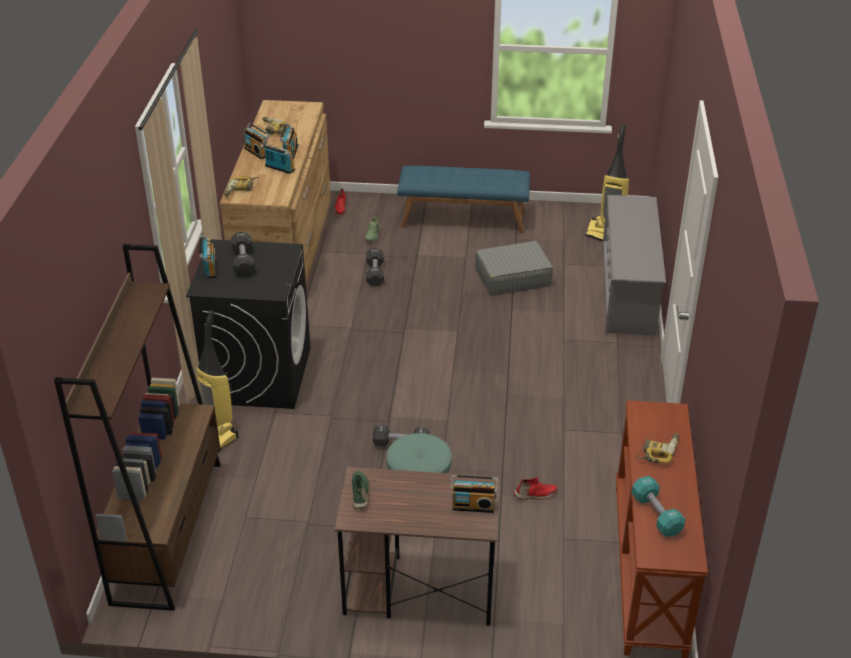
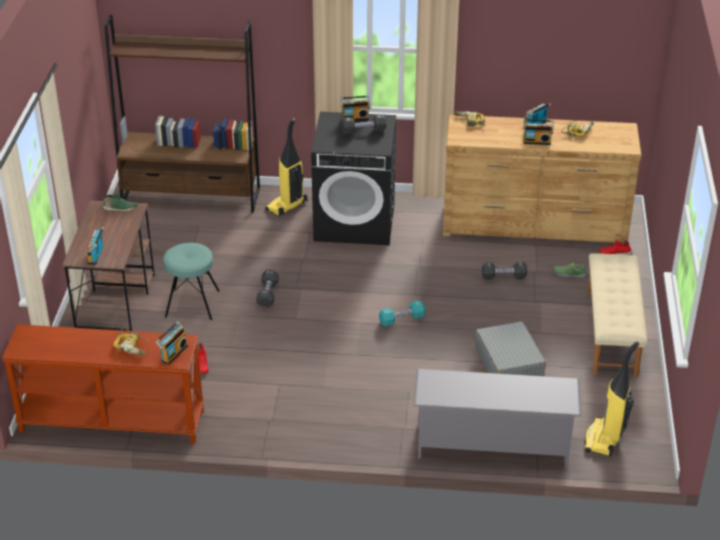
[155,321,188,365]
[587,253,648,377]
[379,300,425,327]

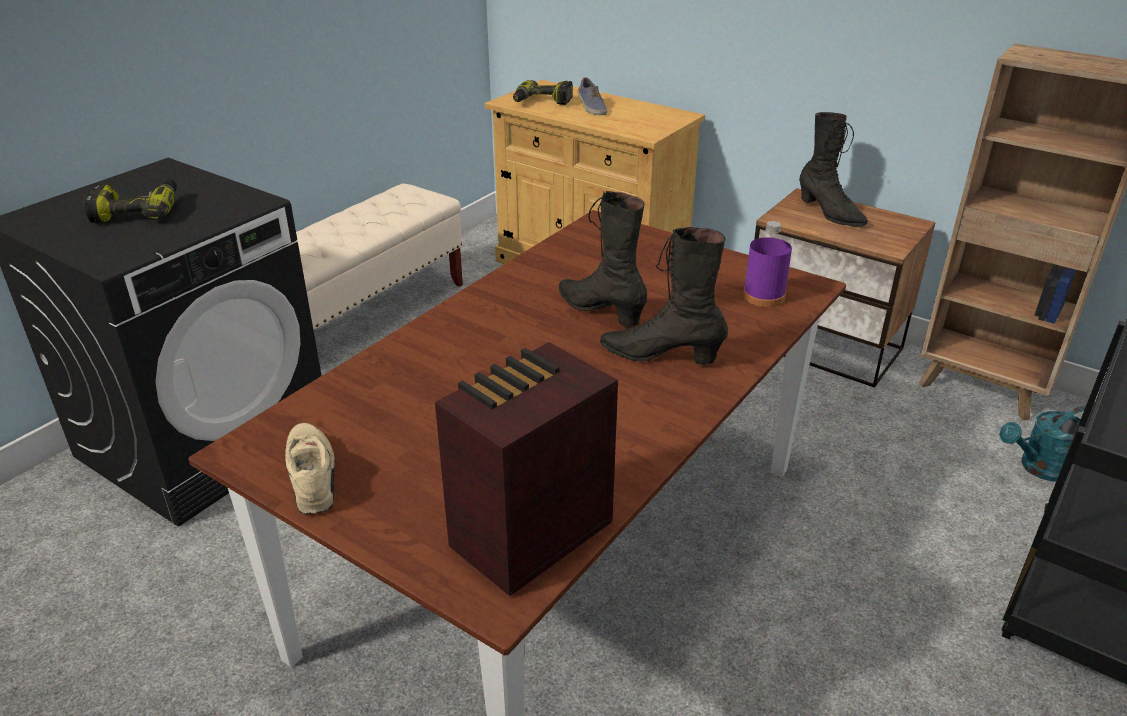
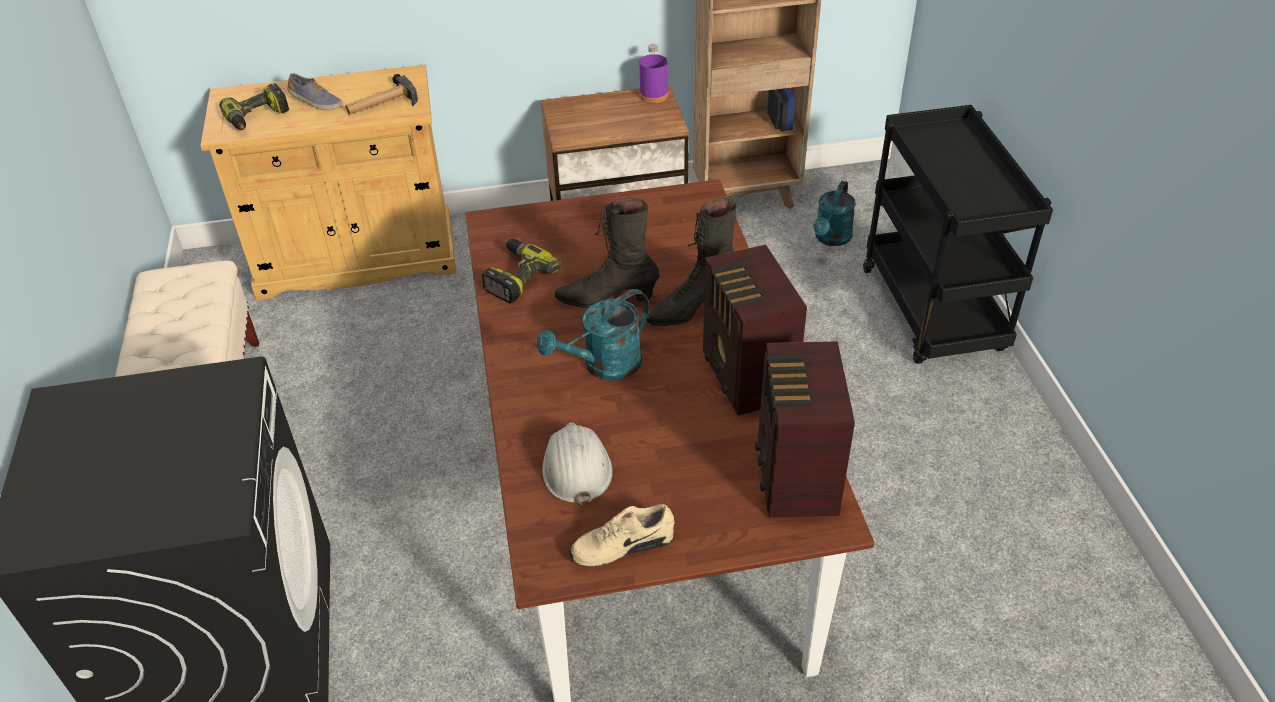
[799,112,868,227] (first image)
[481,239,561,303]
[640,44,668,103]
[569,504,674,567]
[345,74,418,115]
[703,245,807,416]
[537,289,649,381]
[542,423,613,507]

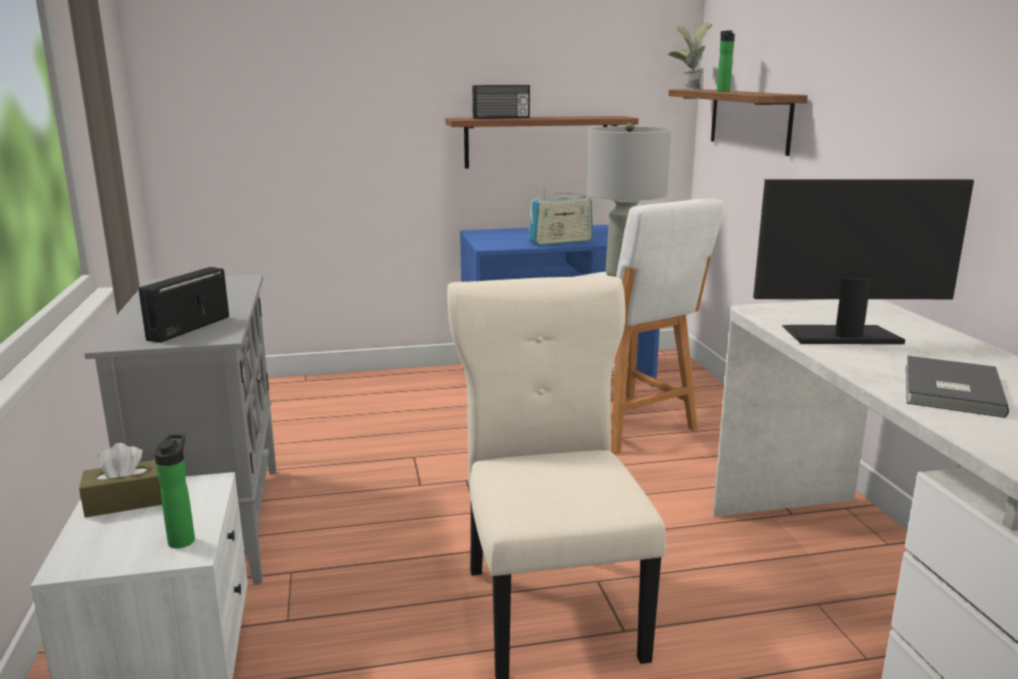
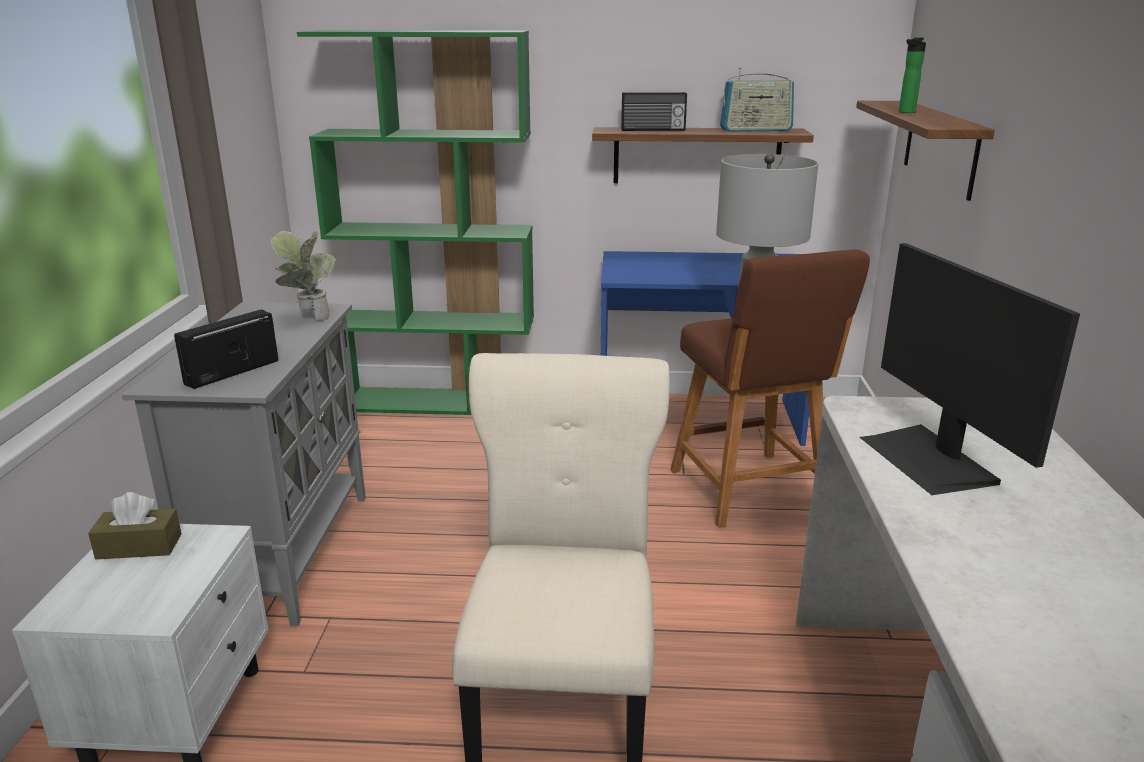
[270,231,336,321]
[859,243,1080,495]
[720,68,794,132]
[670,249,870,528]
[906,356,1009,418] (first image)
[154,434,195,548] (first image)
[297,30,534,415]

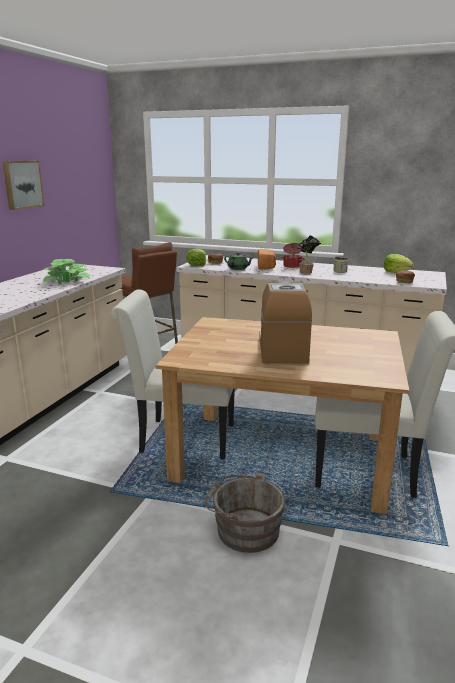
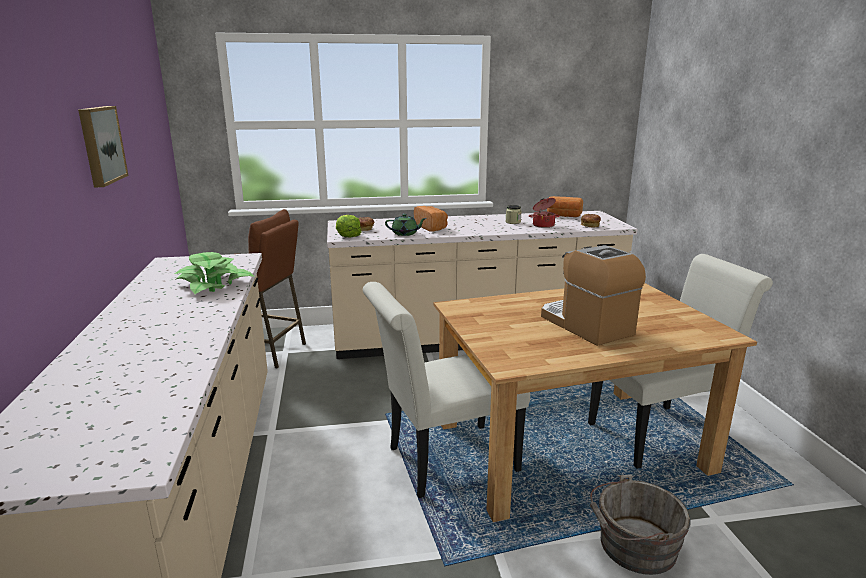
[295,236,321,274] (first image)
[529,198,560,228]
[547,196,583,217]

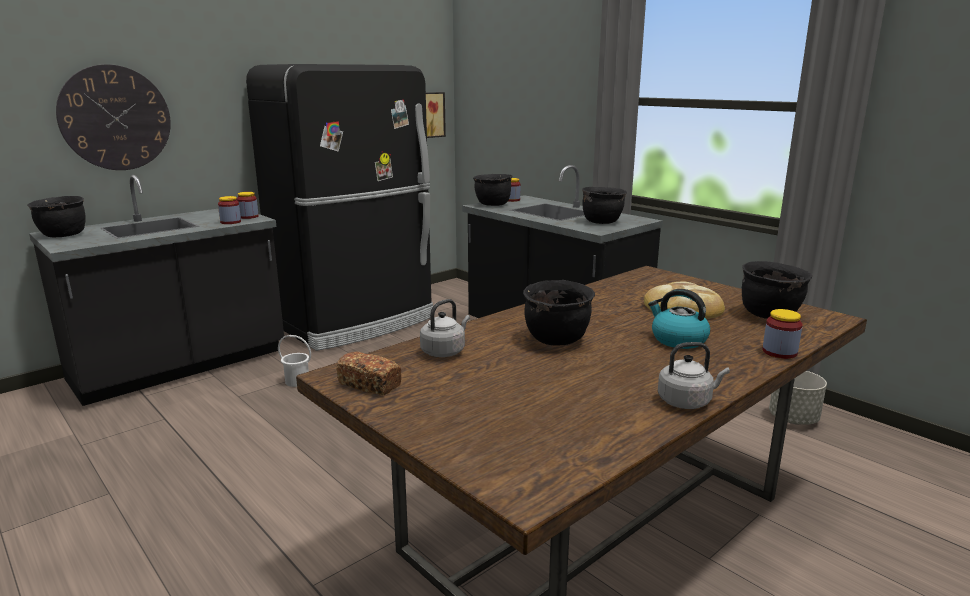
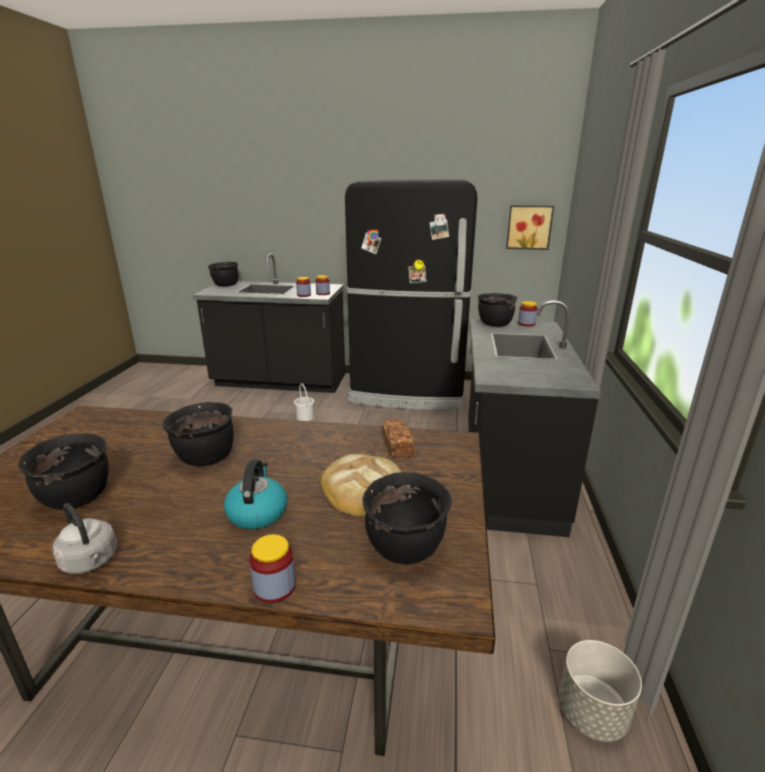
[56,64,171,170] (first image)
[18,433,109,510]
[420,299,470,357] (first image)
[382,419,415,459]

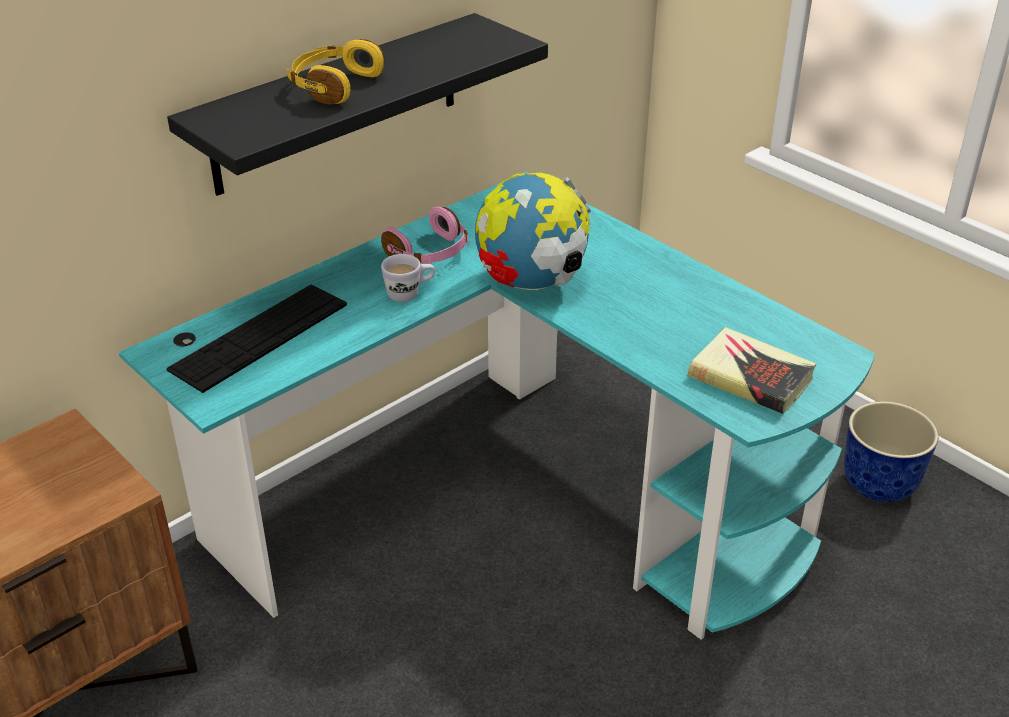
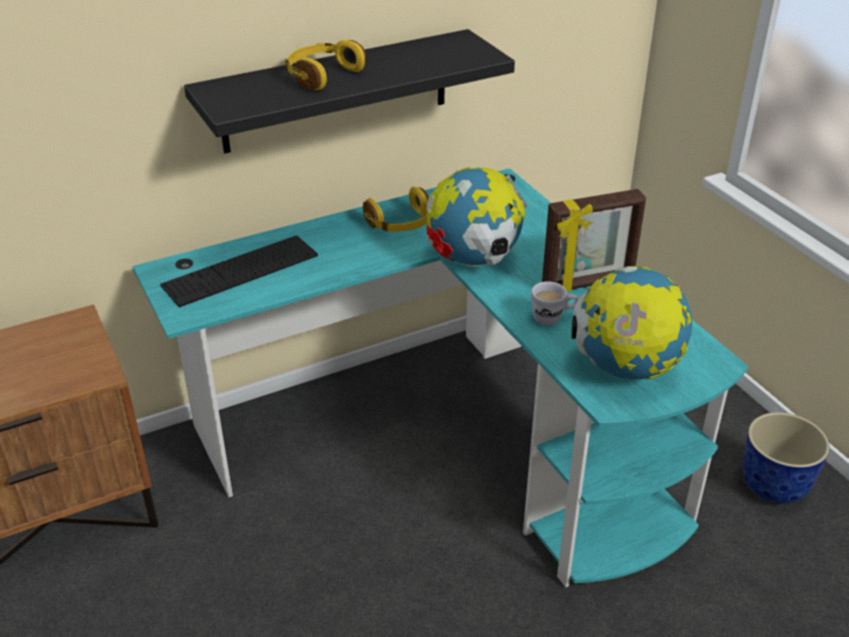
[363,187,429,232]
[531,282,579,325]
[572,266,692,380]
[542,189,646,292]

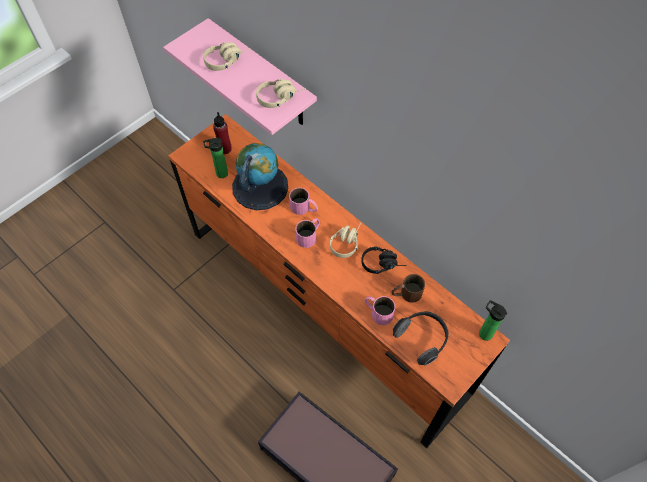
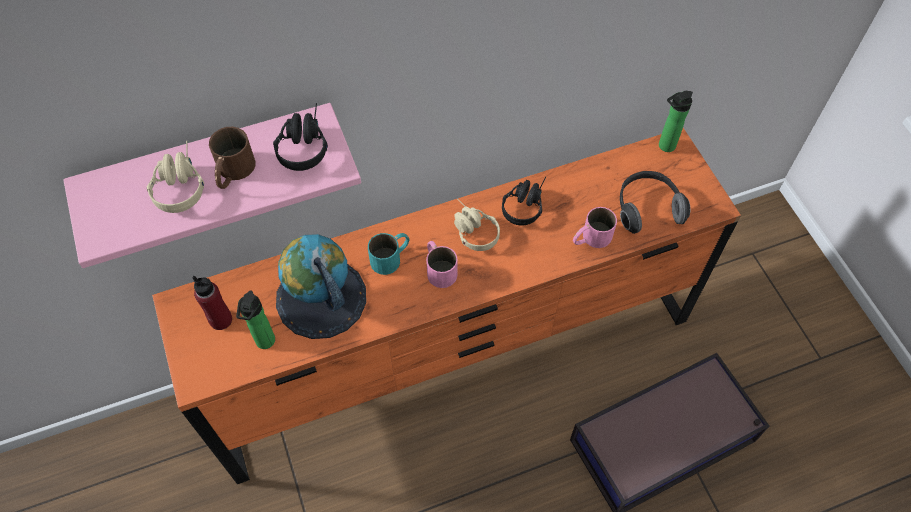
[273,103,328,171]
[368,233,409,275]
[209,127,256,189]

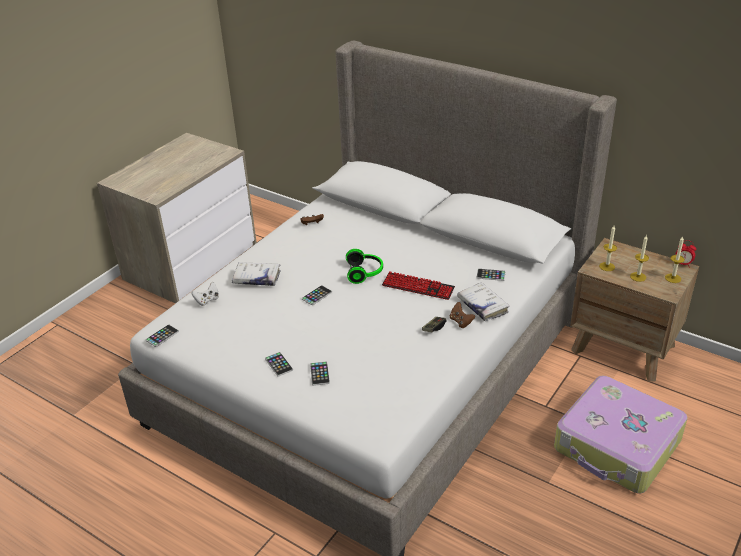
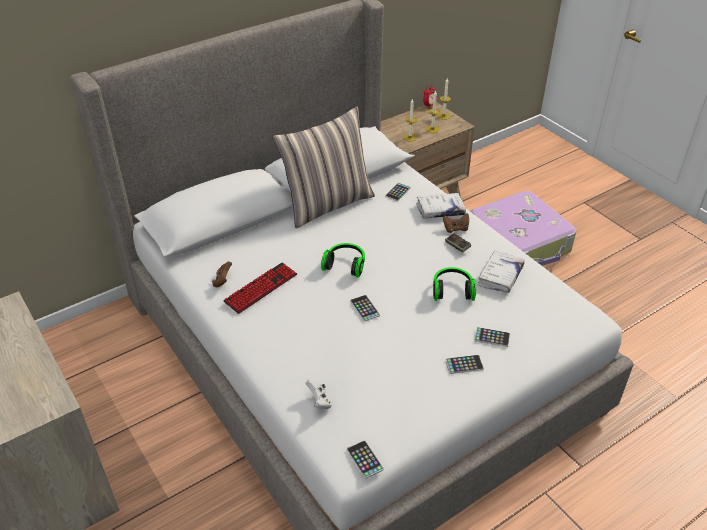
[478,251,525,293]
[223,262,297,314]
[273,107,375,228]
[433,267,476,301]

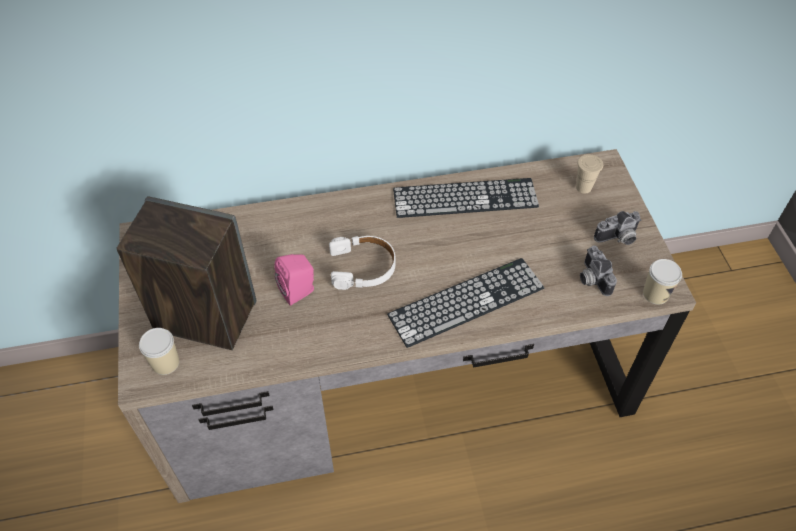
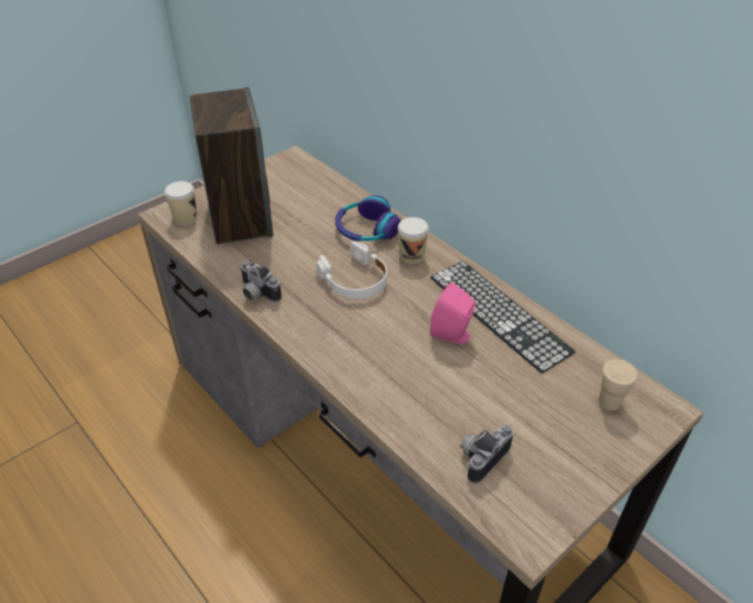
[240,260,282,302]
[430,282,476,345]
[387,258,544,348] (first image)
[398,217,429,264]
[335,195,401,241]

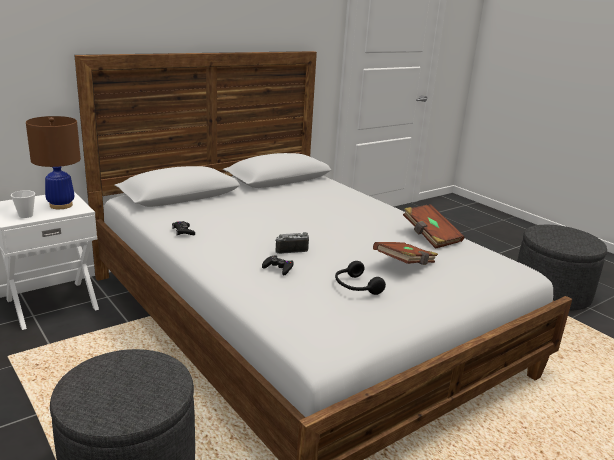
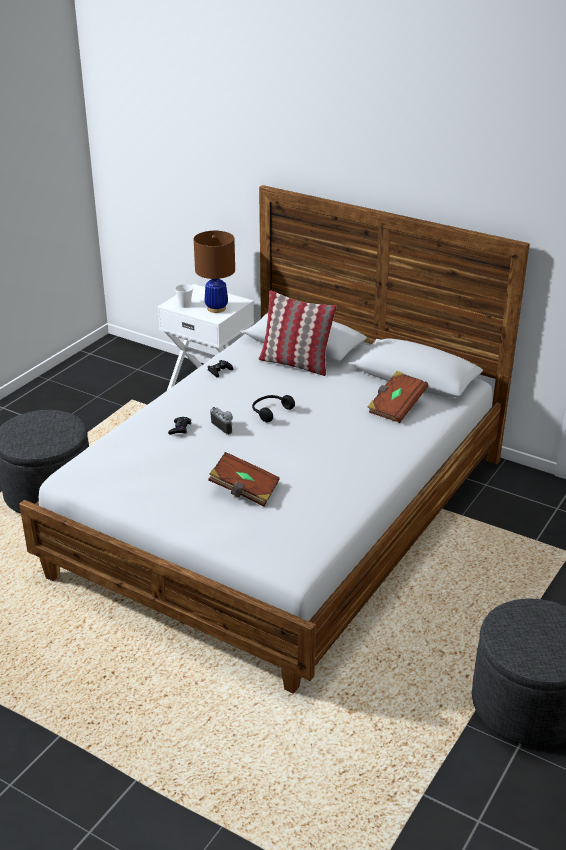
[368,371,428,423]
[252,395,295,422]
[259,291,337,376]

